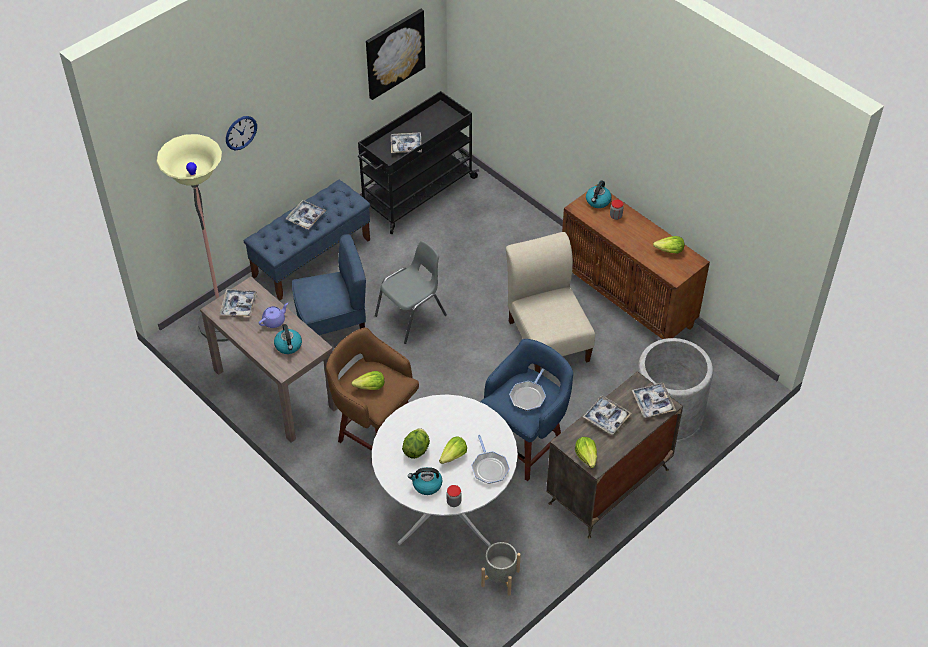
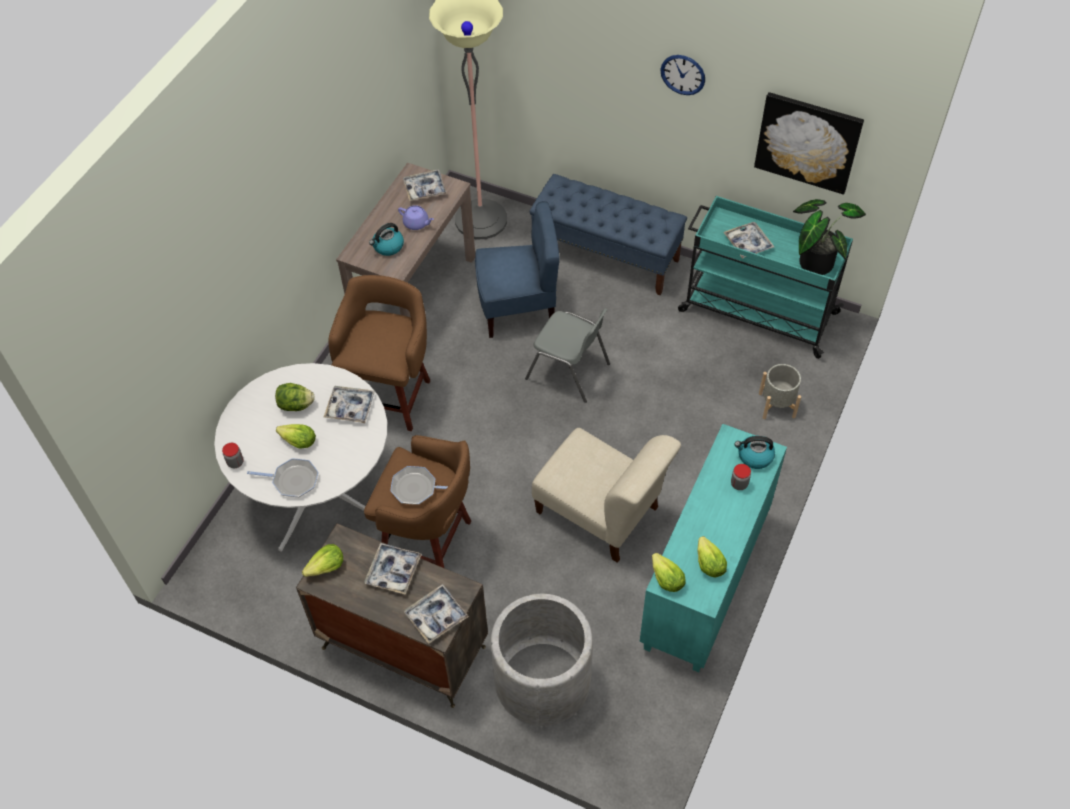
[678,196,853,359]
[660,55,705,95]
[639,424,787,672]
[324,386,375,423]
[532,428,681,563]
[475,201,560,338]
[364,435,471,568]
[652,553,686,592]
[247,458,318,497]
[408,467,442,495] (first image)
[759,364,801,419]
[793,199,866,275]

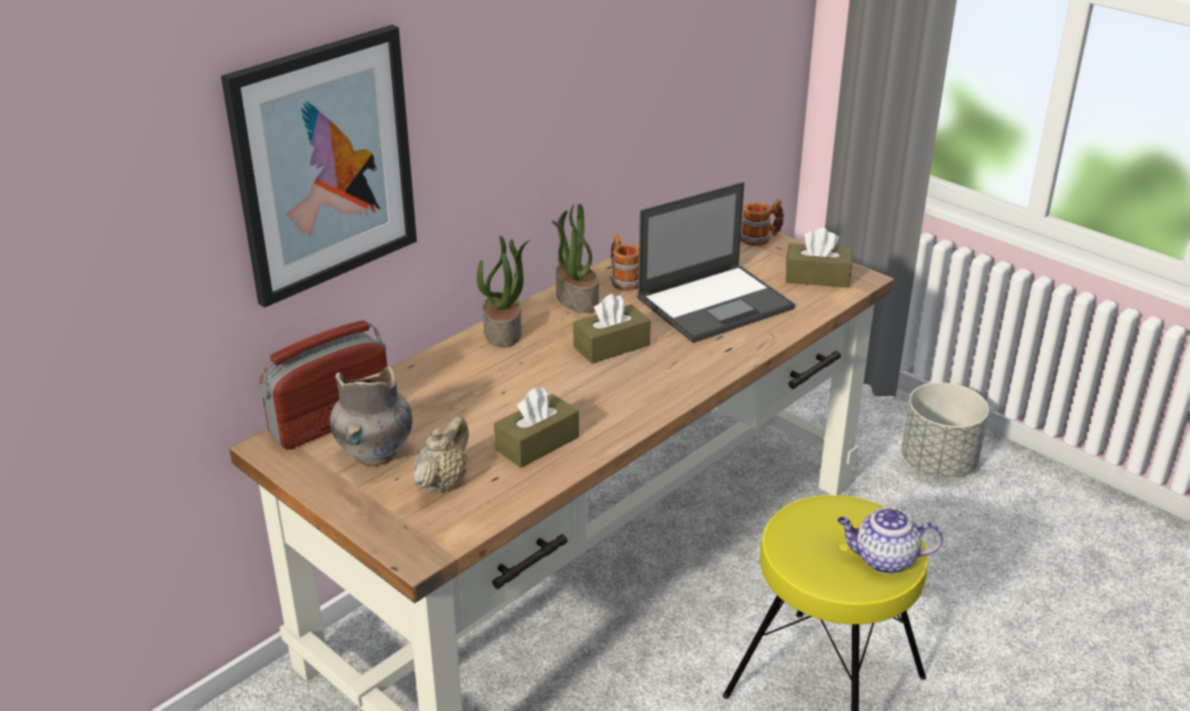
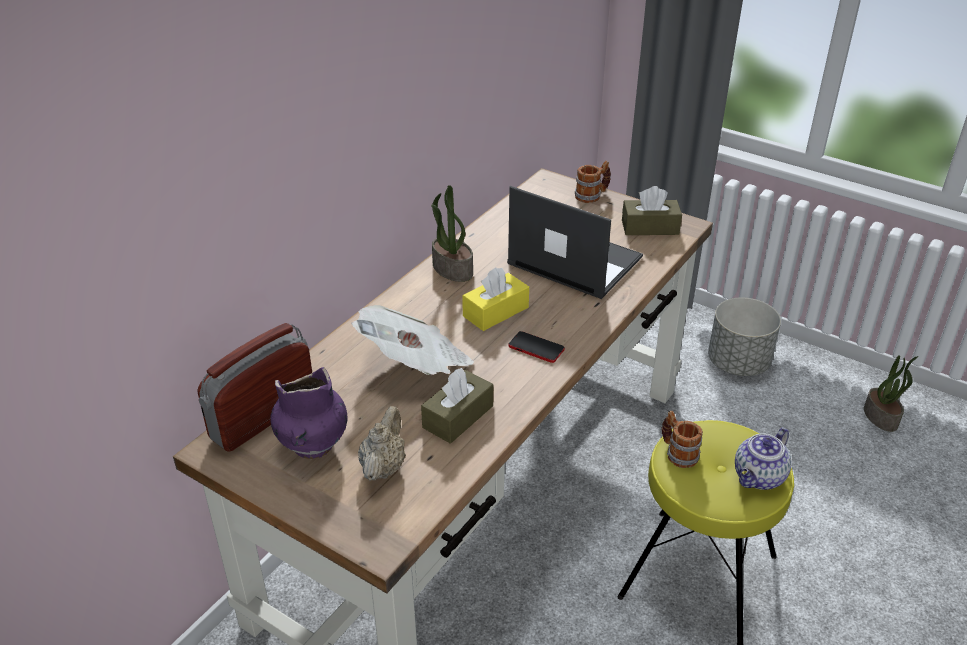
[221,25,417,308] (first image)
[507,186,643,299]
[662,411,703,468]
[864,355,918,432]
[462,268,529,331]
[271,367,347,459]
[735,427,792,490]
[351,305,474,375]
[508,331,565,363]

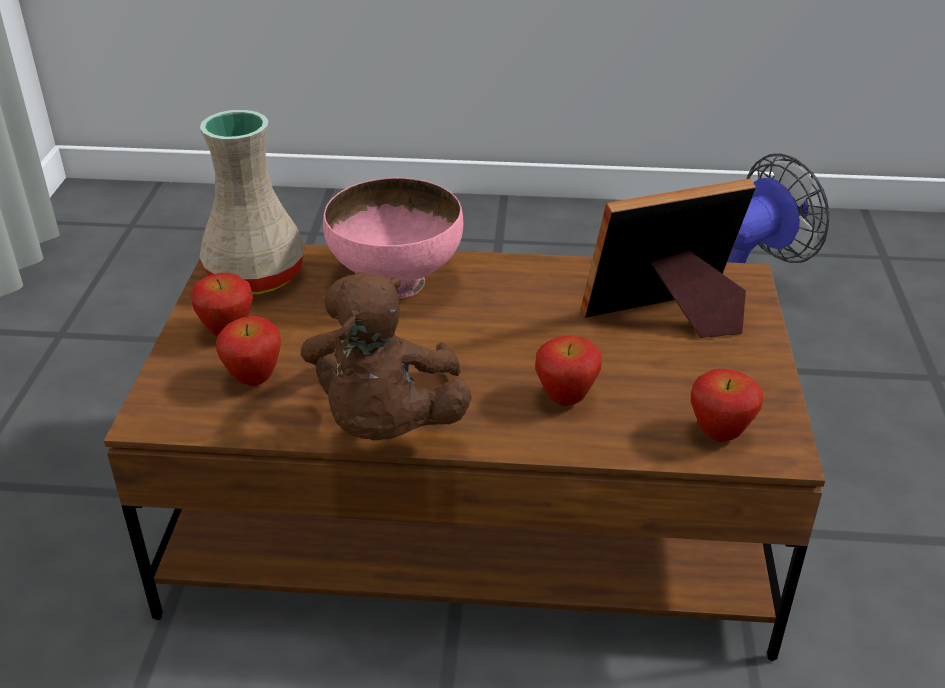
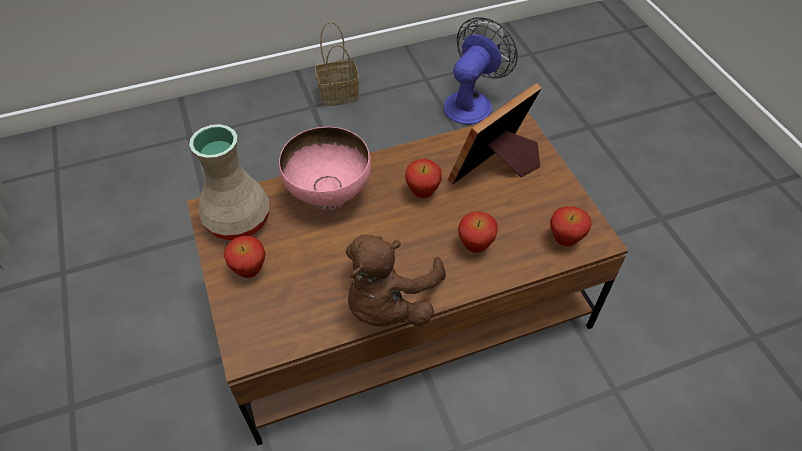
[346,234,446,327]
[405,159,442,198]
[315,22,359,107]

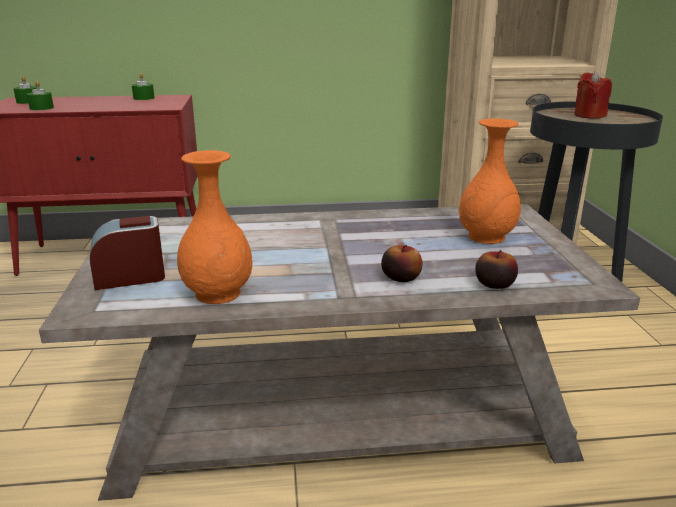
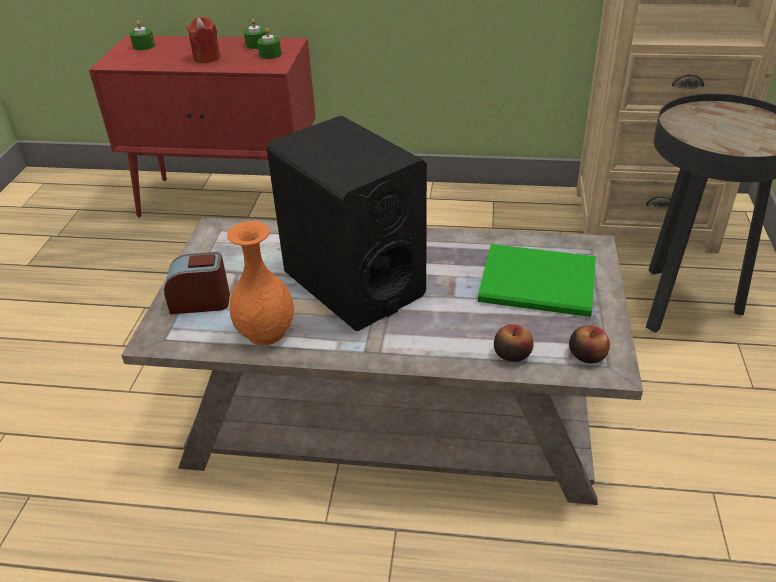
[186,16,221,63]
[257,28,281,59]
[478,244,596,317]
[569,325,610,364]
[267,116,427,331]

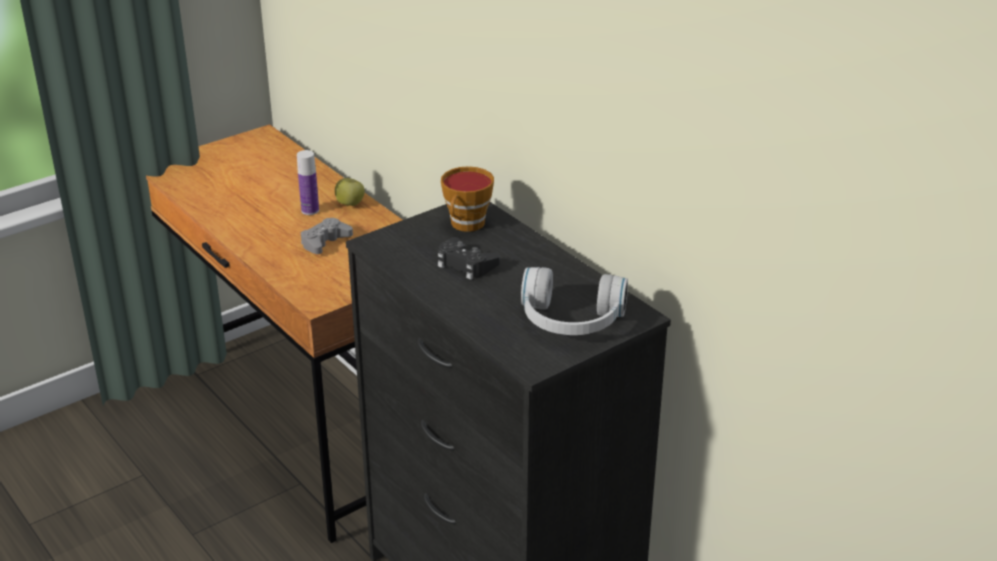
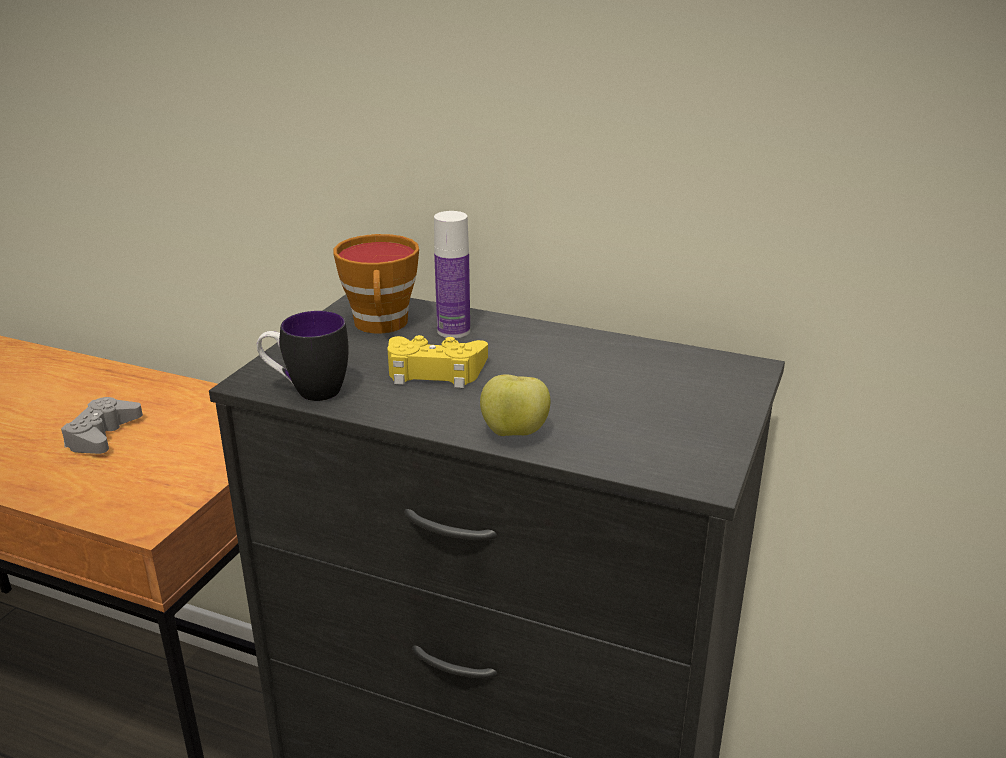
[434,211,470,338]
[480,375,551,436]
[387,335,488,388]
[521,267,628,335] (first image)
[257,311,349,401]

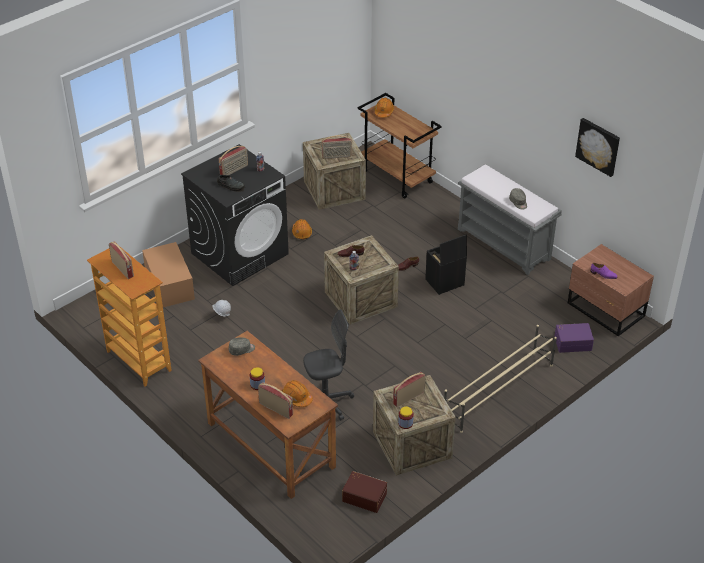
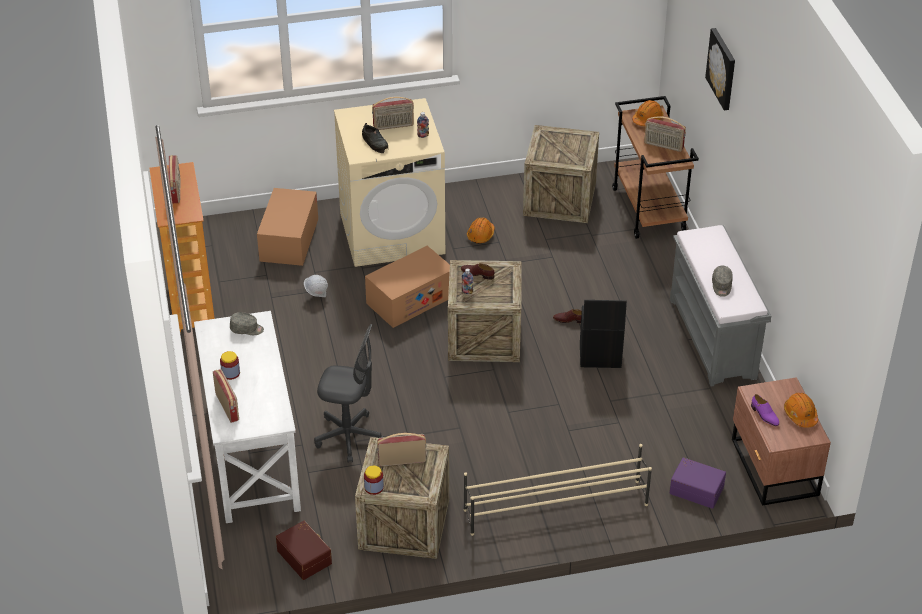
[705,28,735,111]
[644,116,686,152]
[334,98,445,267]
[194,311,301,523]
[784,393,818,428]
[365,246,450,328]

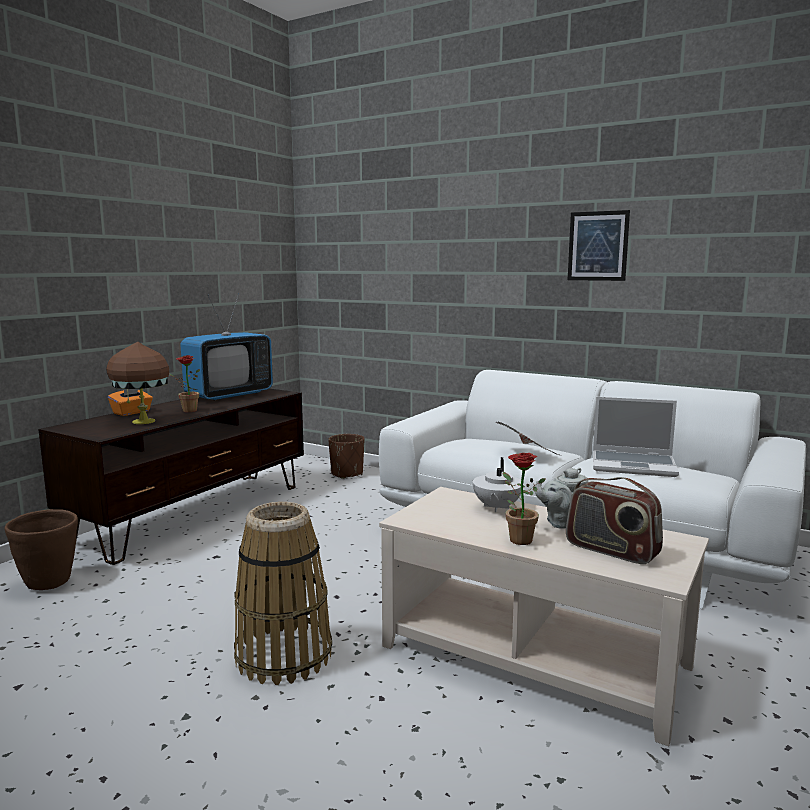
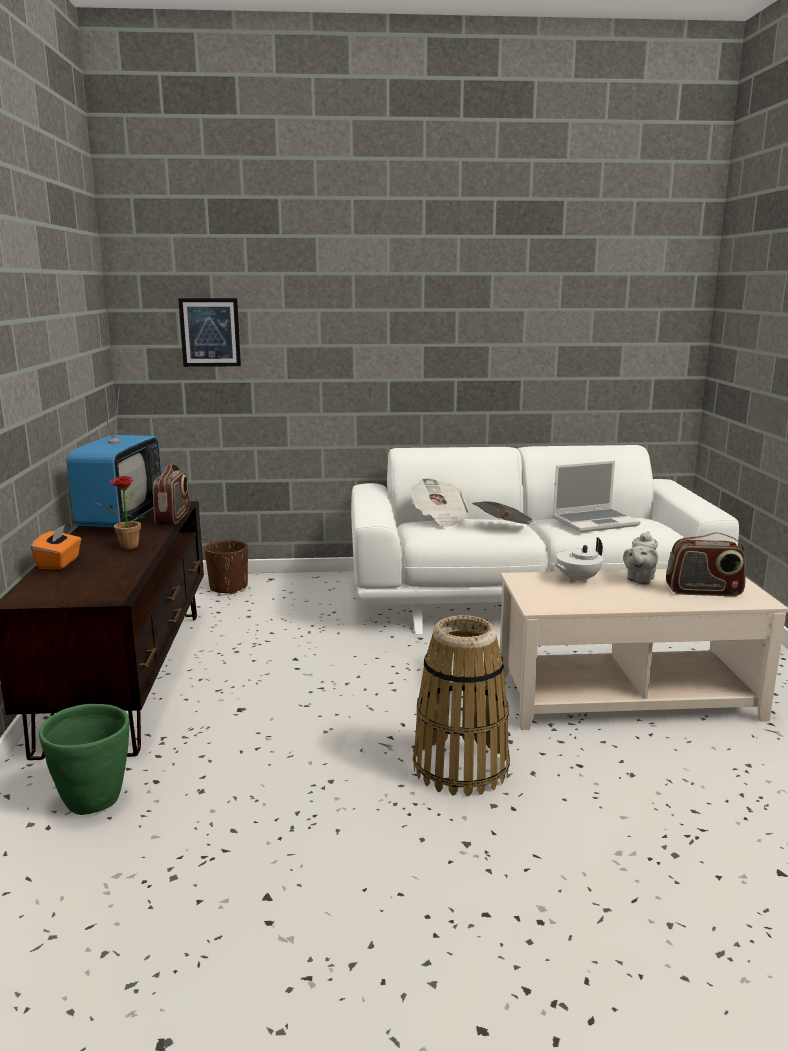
[178,298,241,367]
[106,342,169,424] (first image)
[503,453,546,545] (first image)
[554,537,603,583]
[39,704,130,815]
[153,464,189,524]
[411,478,470,527]

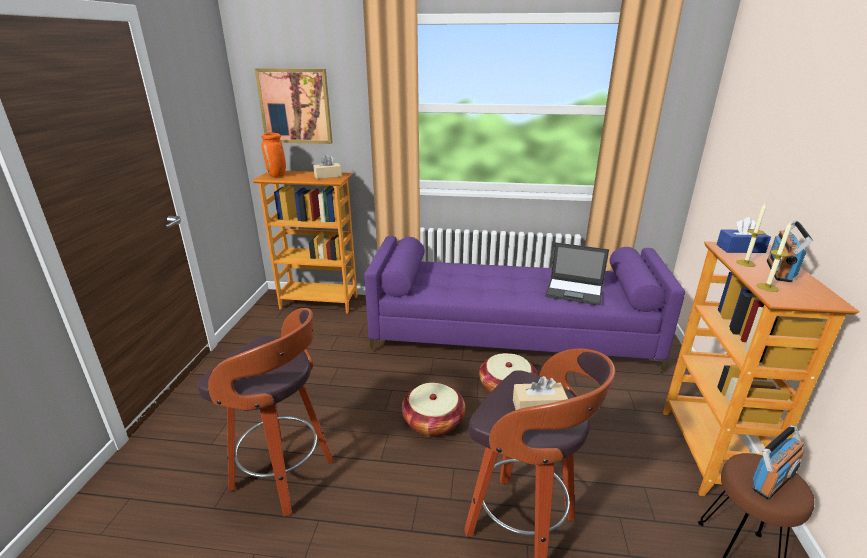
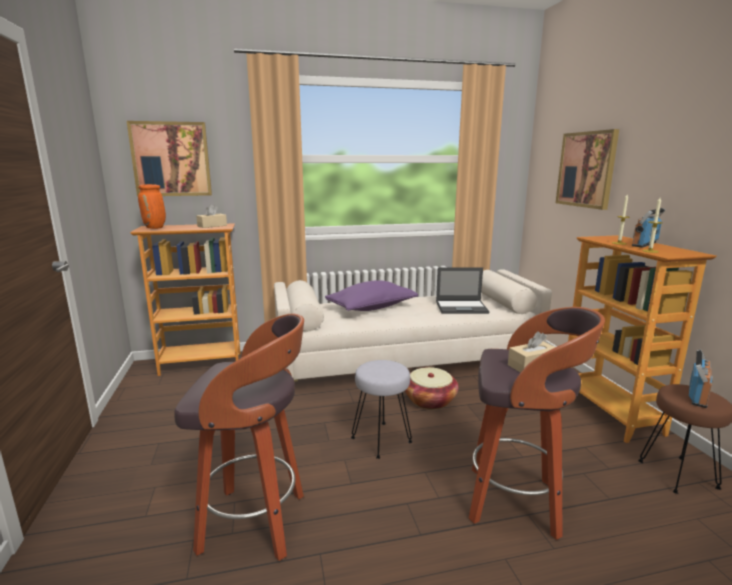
[717,217,771,253] (first image)
[632,208,665,247]
[274,269,552,382]
[351,360,412,459]
[556,129,619,210]
[325,280,418,311]

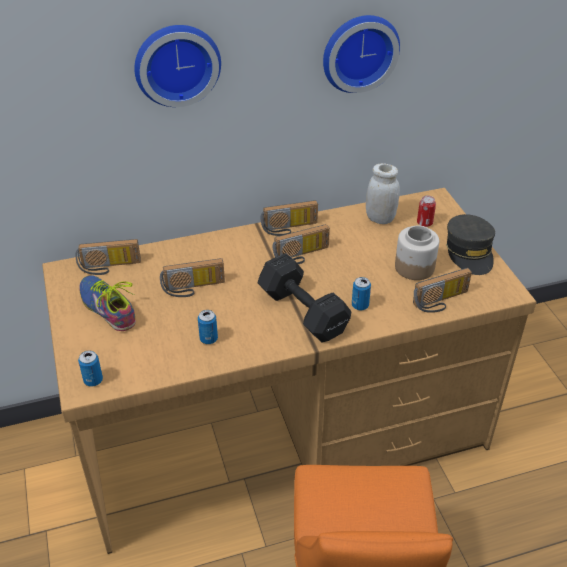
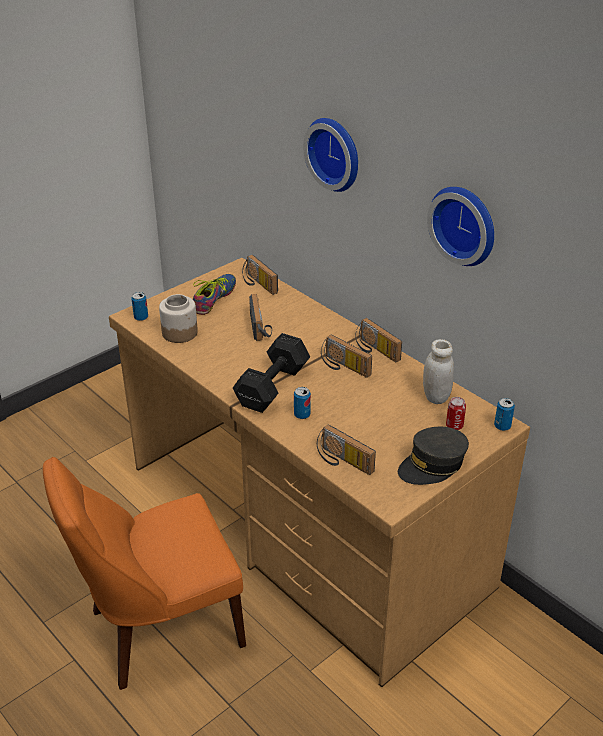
[159,294,198,343]
[249,294,272,341]
[494,398,515,431]

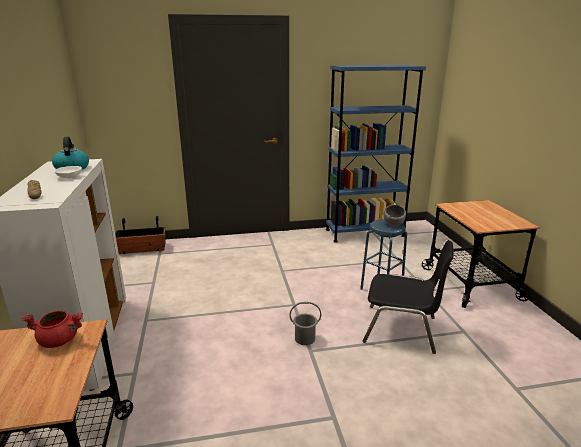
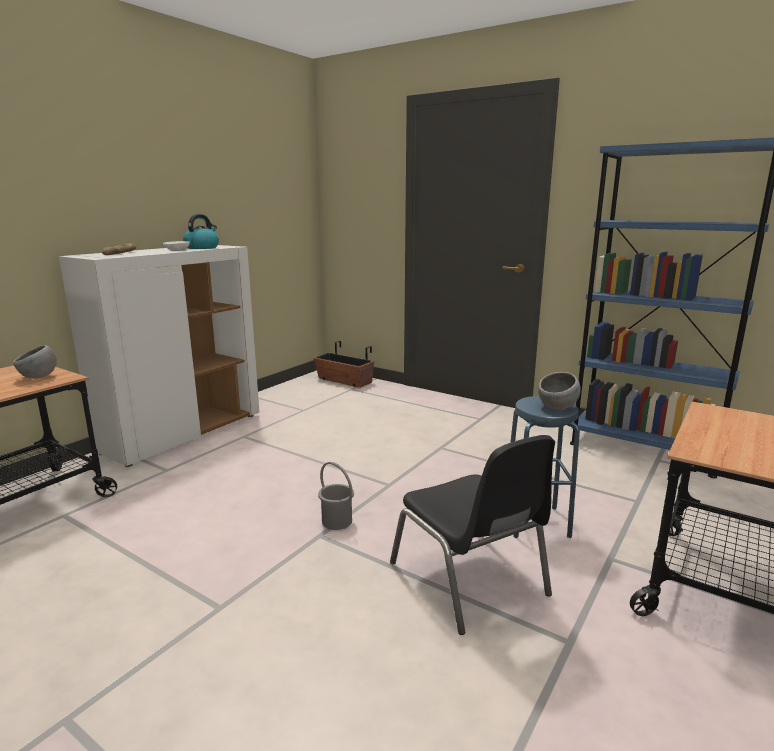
[13,345,57,379]

